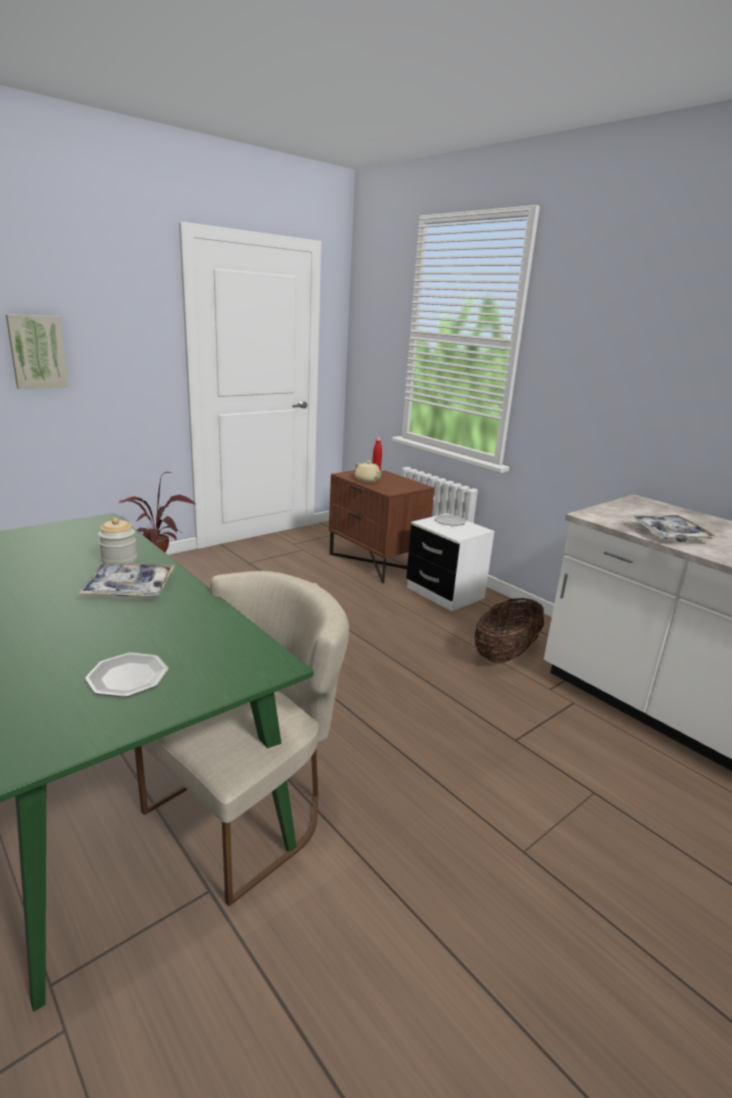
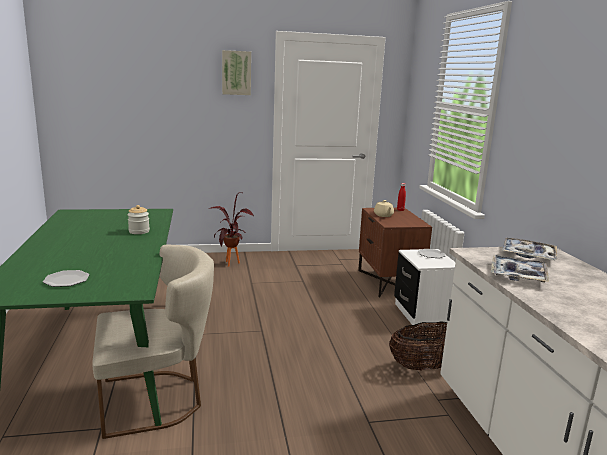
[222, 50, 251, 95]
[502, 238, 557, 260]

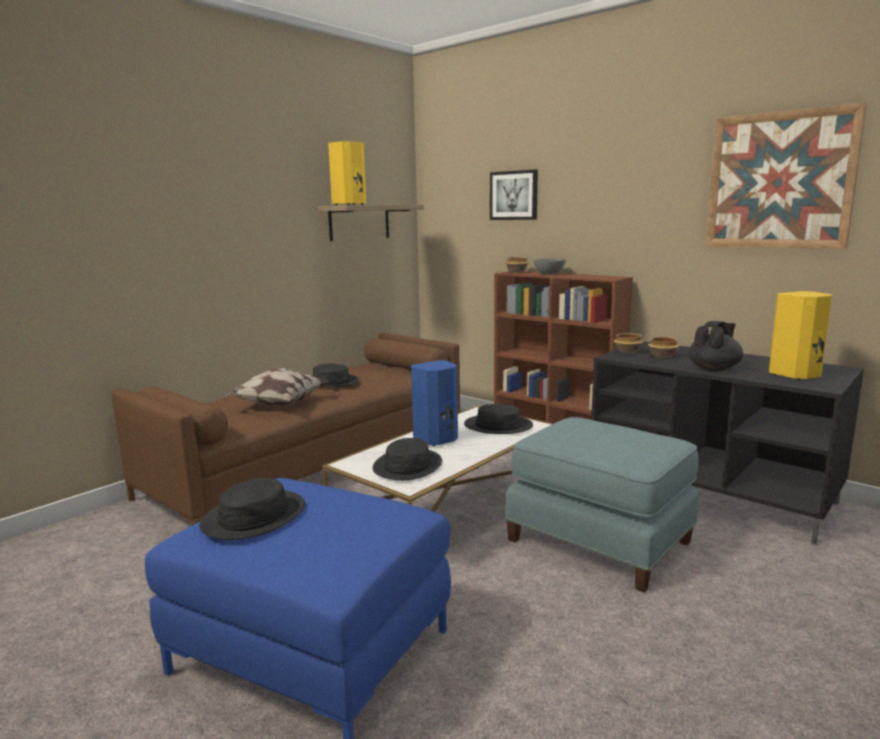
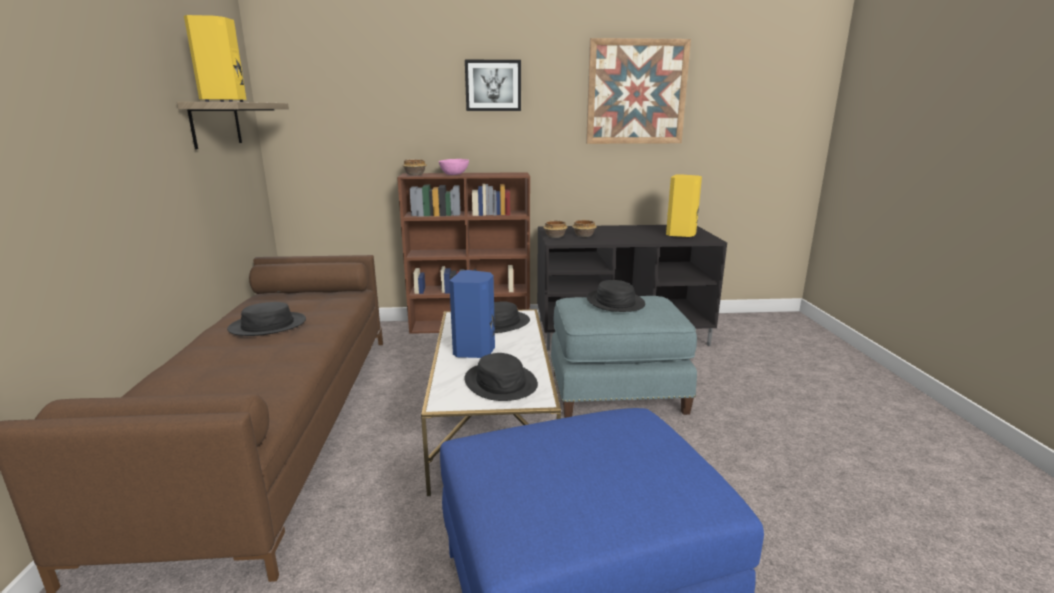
[465, 60, 521, 111]
[439, 159, 469, 175]
[688, 321, 743, 371] (first image)
[221, 368, 328, 406] (first image)
[587, 280, 645, 312]

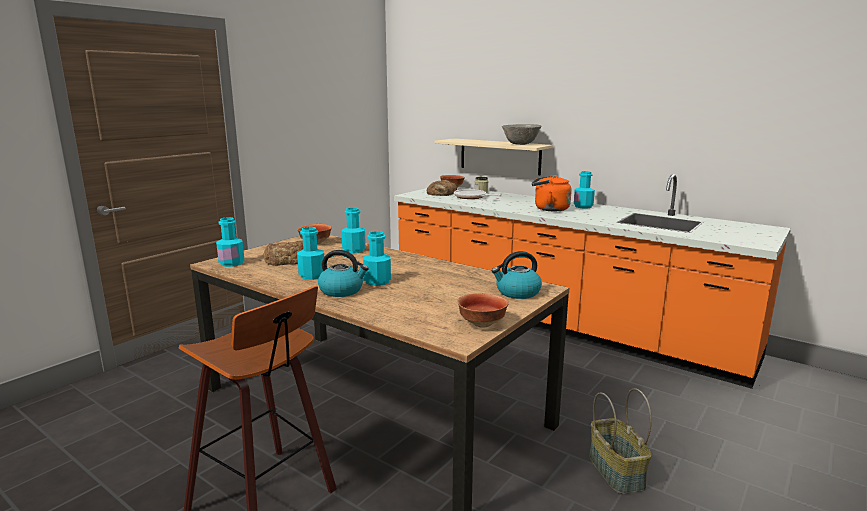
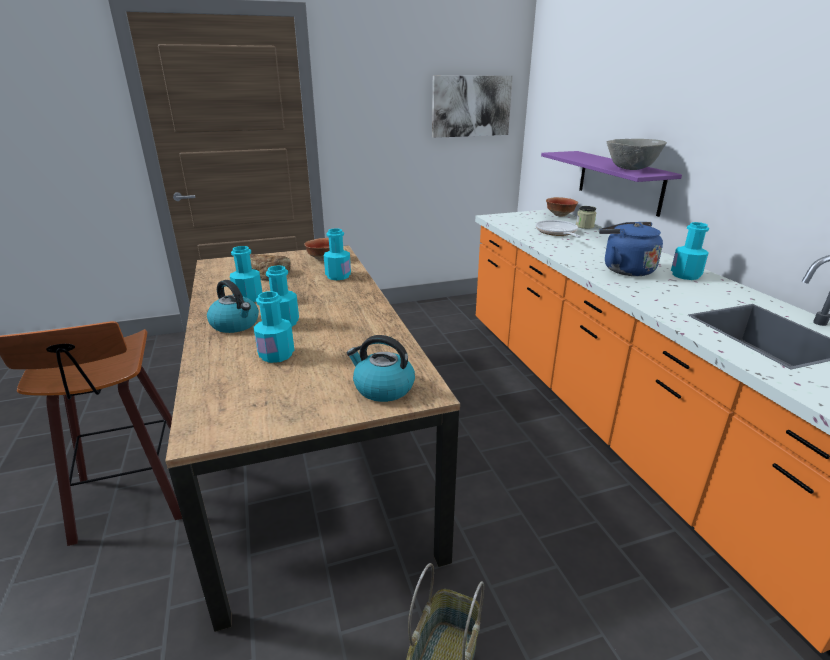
[541, 151, 682, 217]
[599, 222, 663, 276]
[427, 180, 457, 196] (first image)
[254, 291, 294, 363]
[457, 293, 509, 328] (first image)
[432, 76, 513, 138]

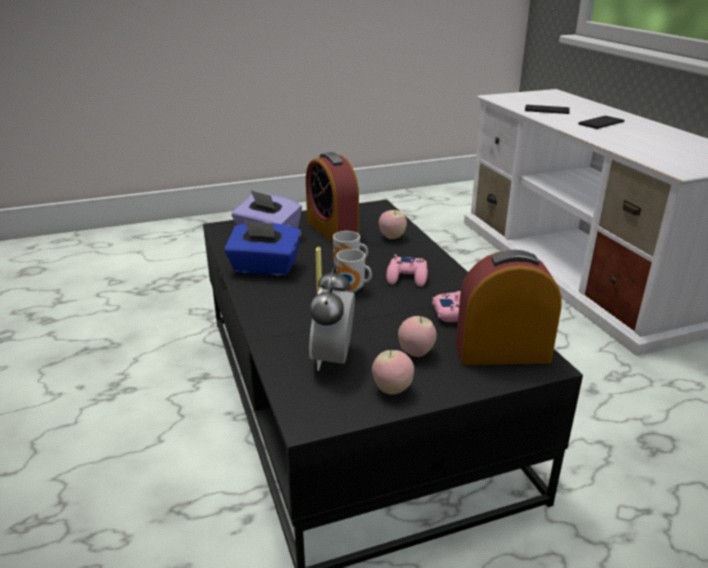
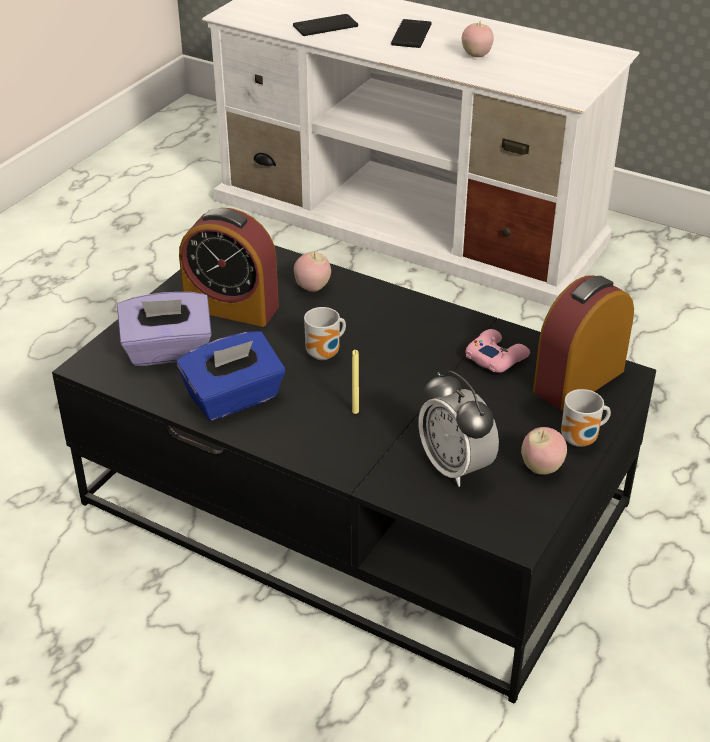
[561, 389, 611, 447]
[386, 254, 428, 287] (first image)
[462, 21, 494, 57]

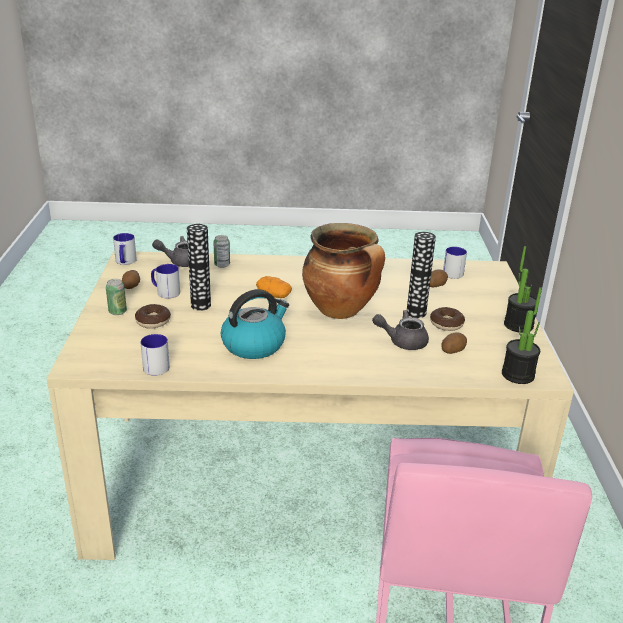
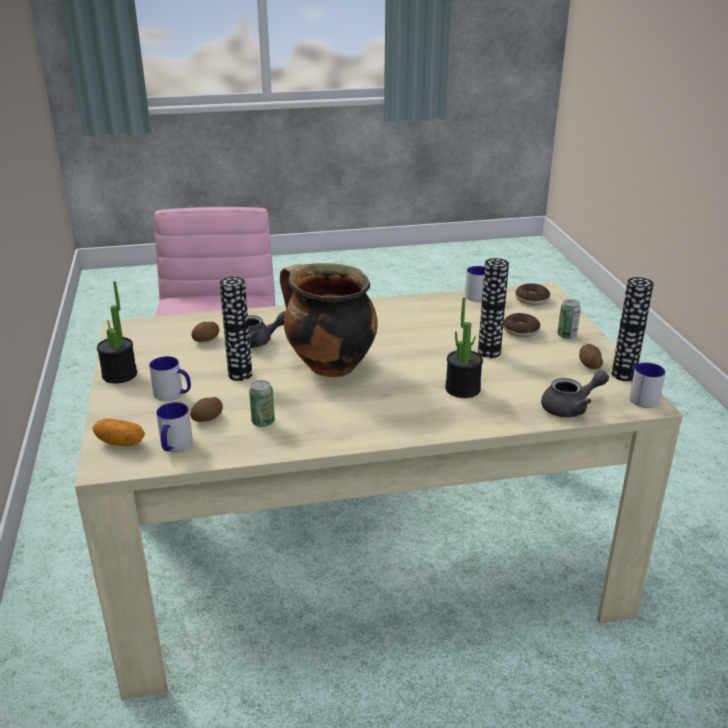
[249, 380, 275, 427]
[149, 356, 191, 401]
[92, 418, 145, 446]
[445, 297, 483, 398]
[221, 289, 289, 359] (first image)
[515, 283, 550, 306]
[612, 277, 654, 381]

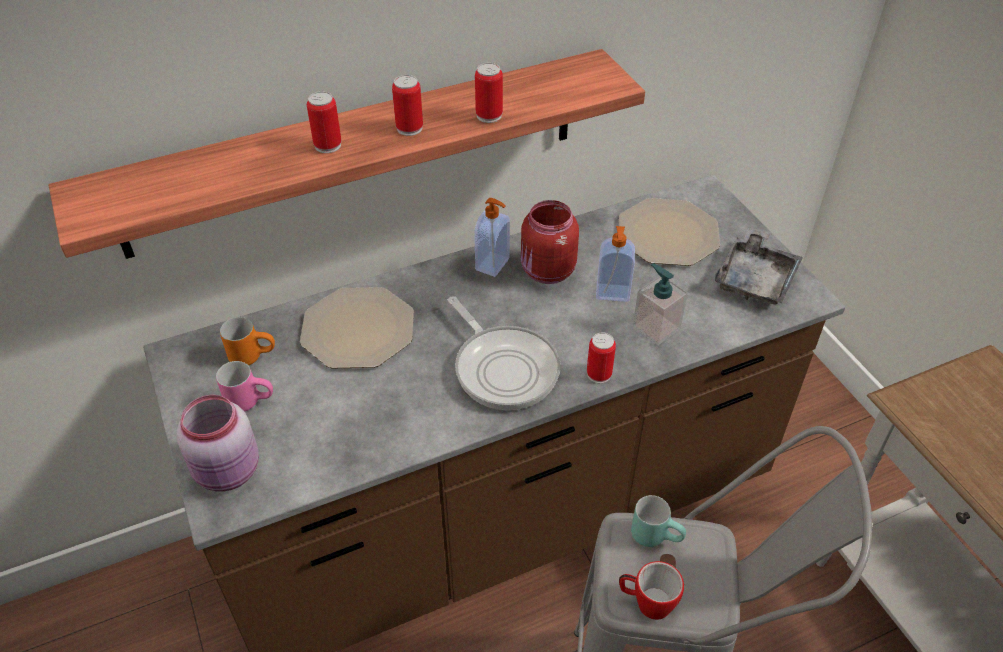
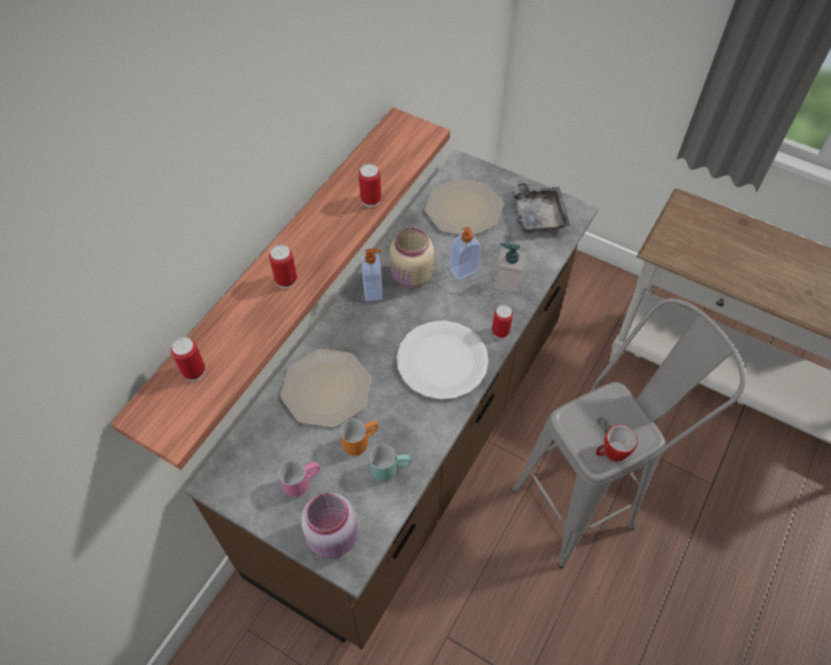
[171, 337, 205, 381]
[390, 228, 434, 288]
[396, 321, 488, 400]
[340, 419, 378, 456]
[369, 445, 411, 481]

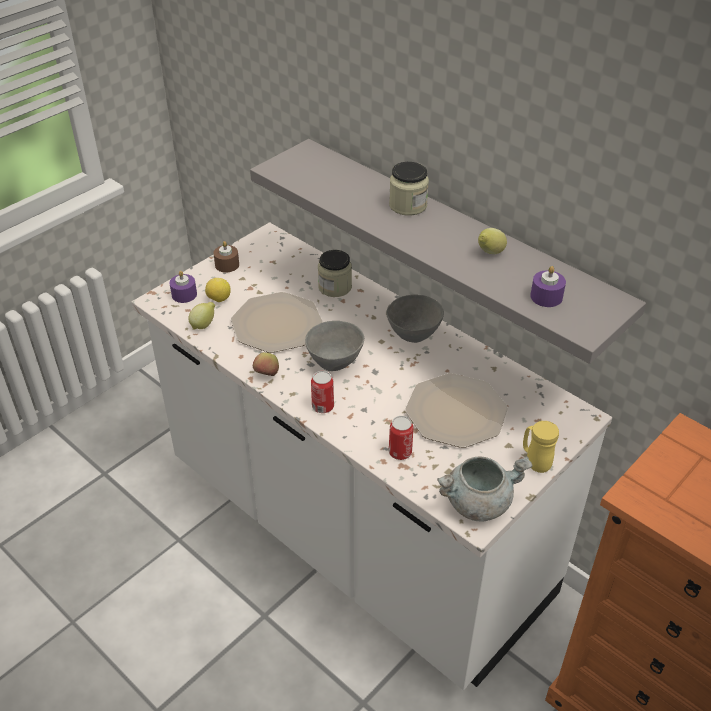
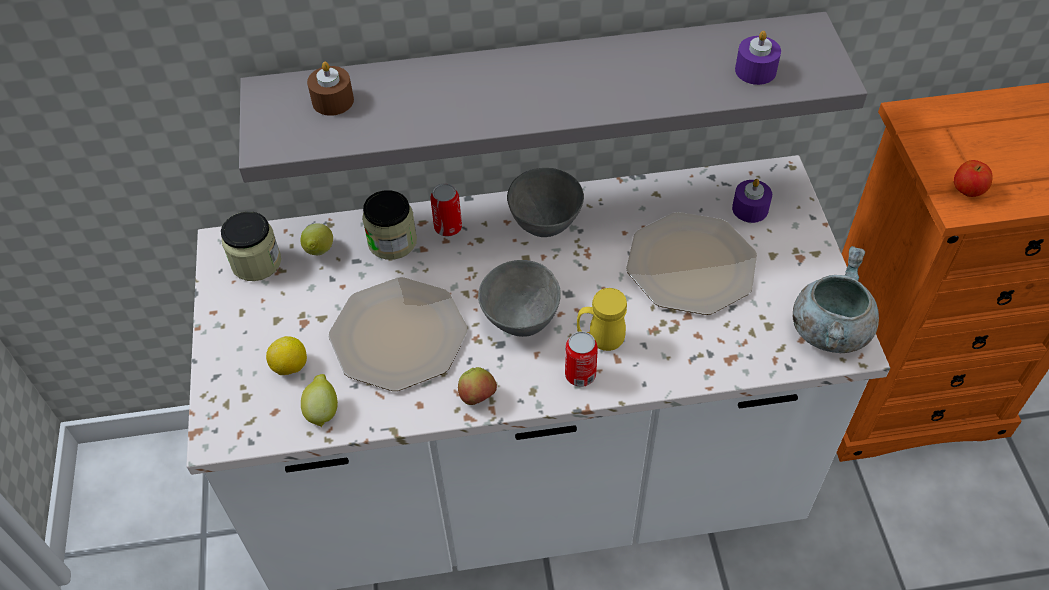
[221, 212, 281, 281]
[301, 224, 333, 255]
[307, 62, 354, 116]
[732, 179, 772, 223]
[431, 183, 462, 236]
[577, 288, 627, 351]
[954, 160, 993, 197]

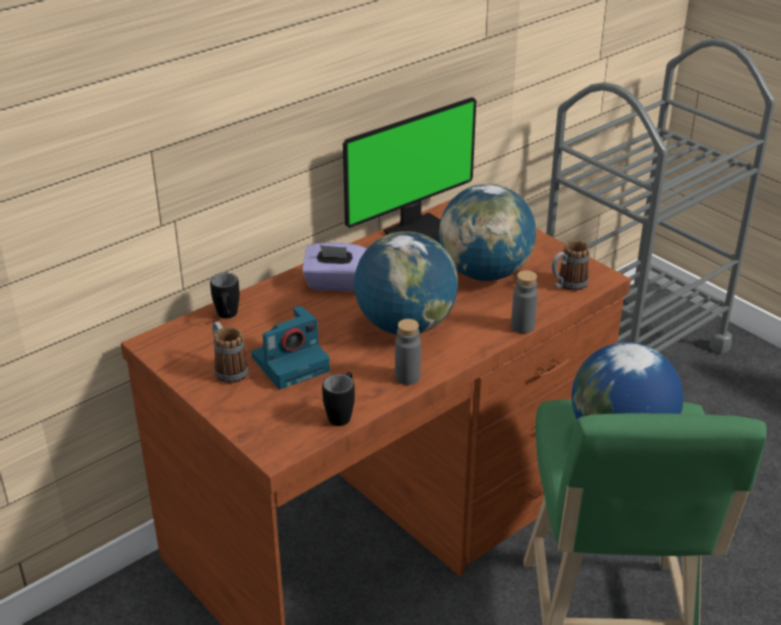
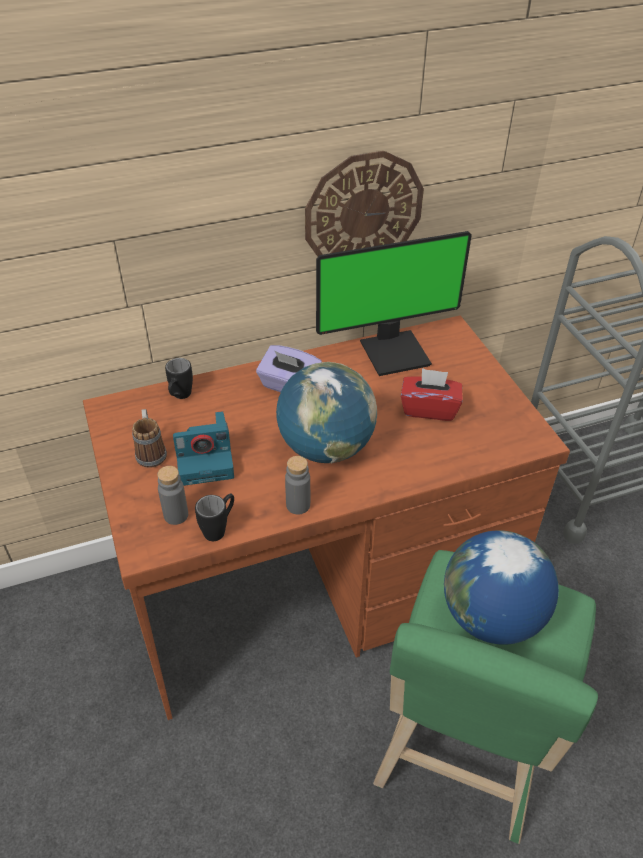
[401, 368, 463, 421]
[552, 240, 590, 291] (first image)
[157, 466, 188, 525]
[305, 151, 424, 257]

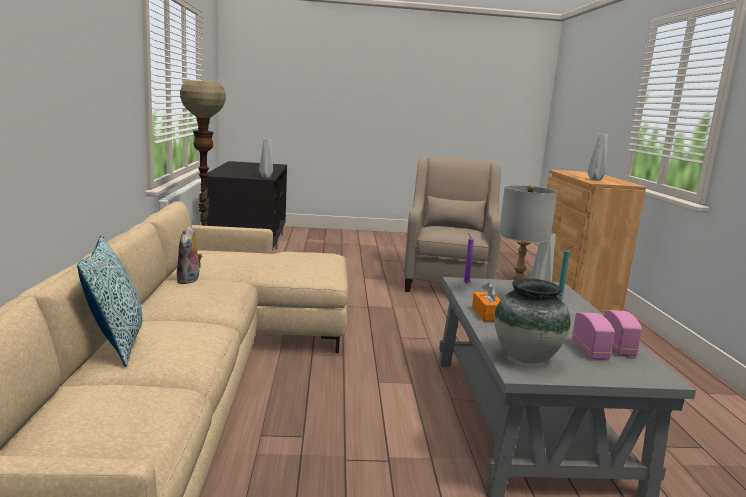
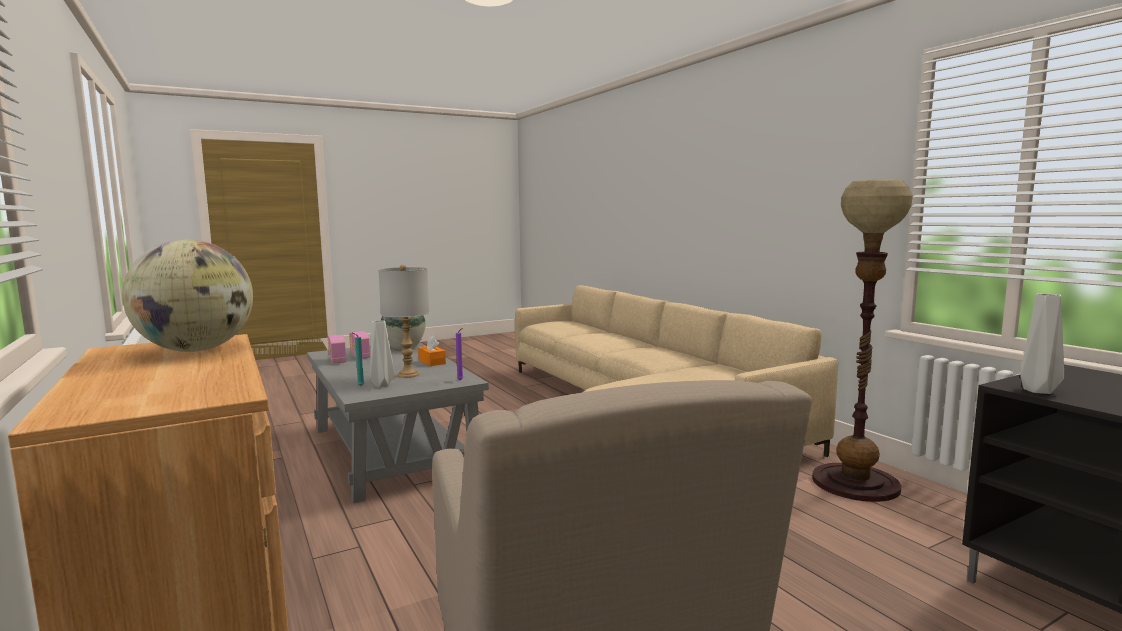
[122, 239, 253, 352]
[177, 226, 203, 284] (first image)
[77, 234, 143, 367] (first image)

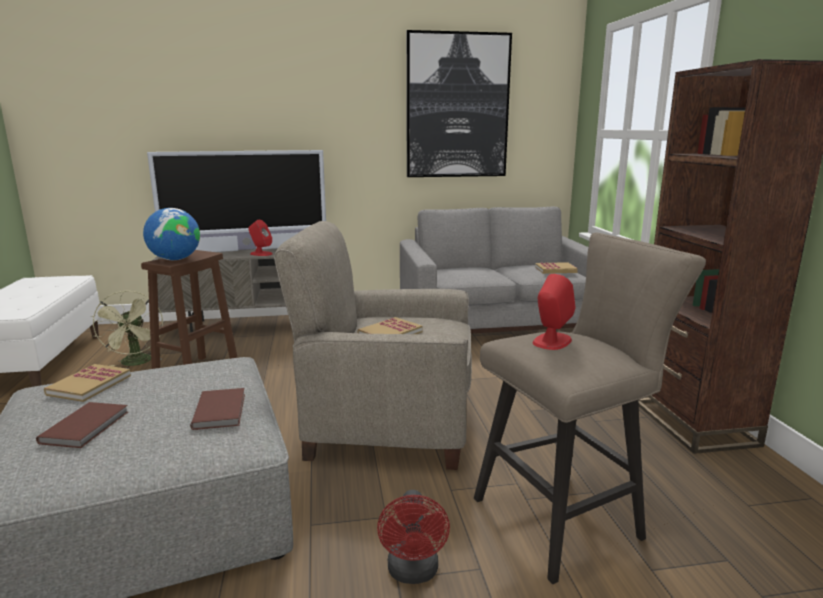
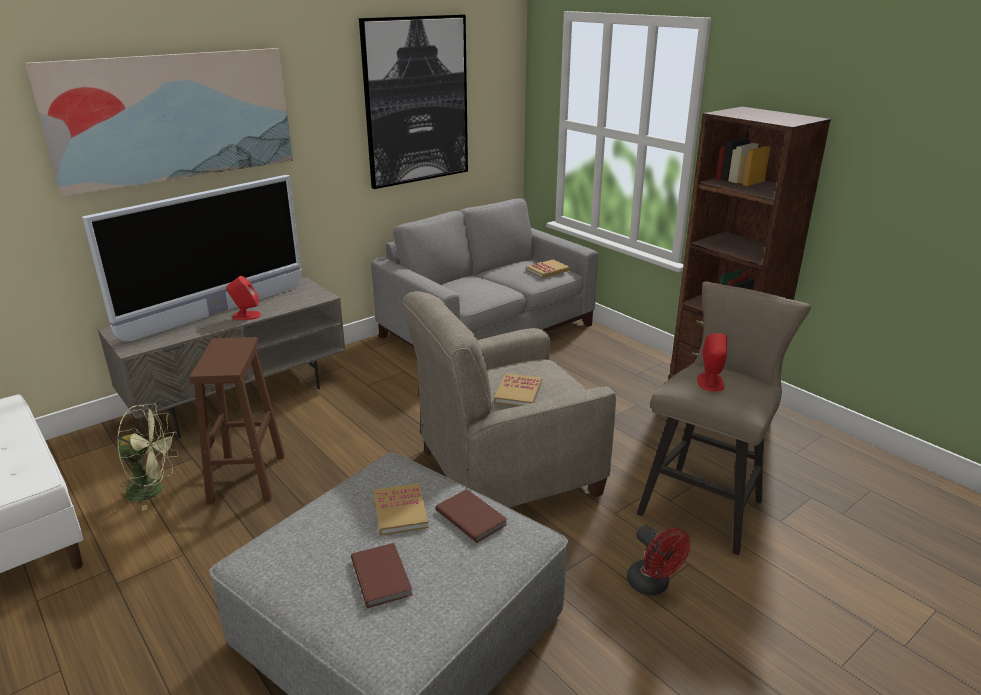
[143, 208, 200, 260] (first image)
[116, 404, 179, 511]
[374, 483, 429, 535]
[25, 48, 293, 196]

